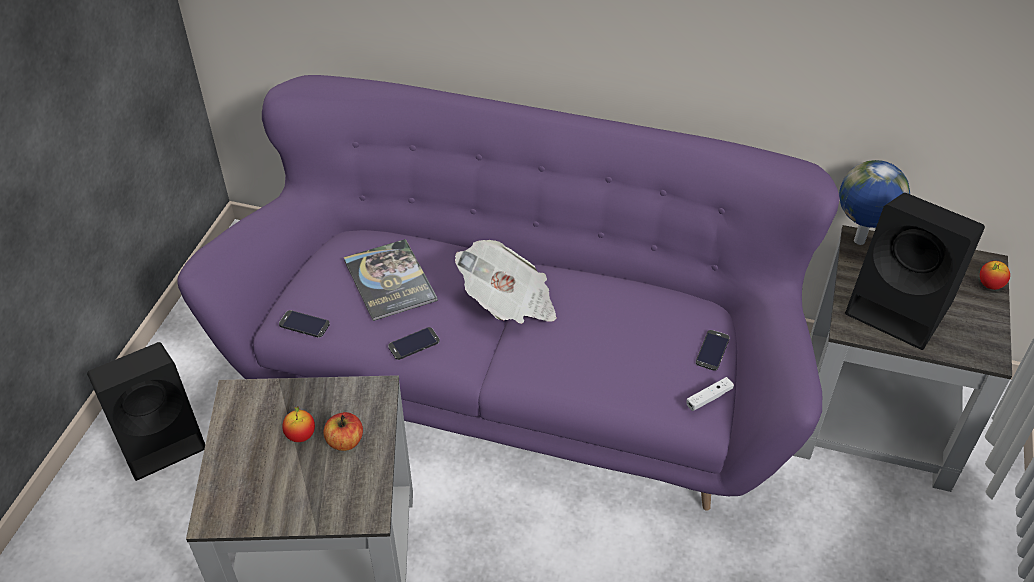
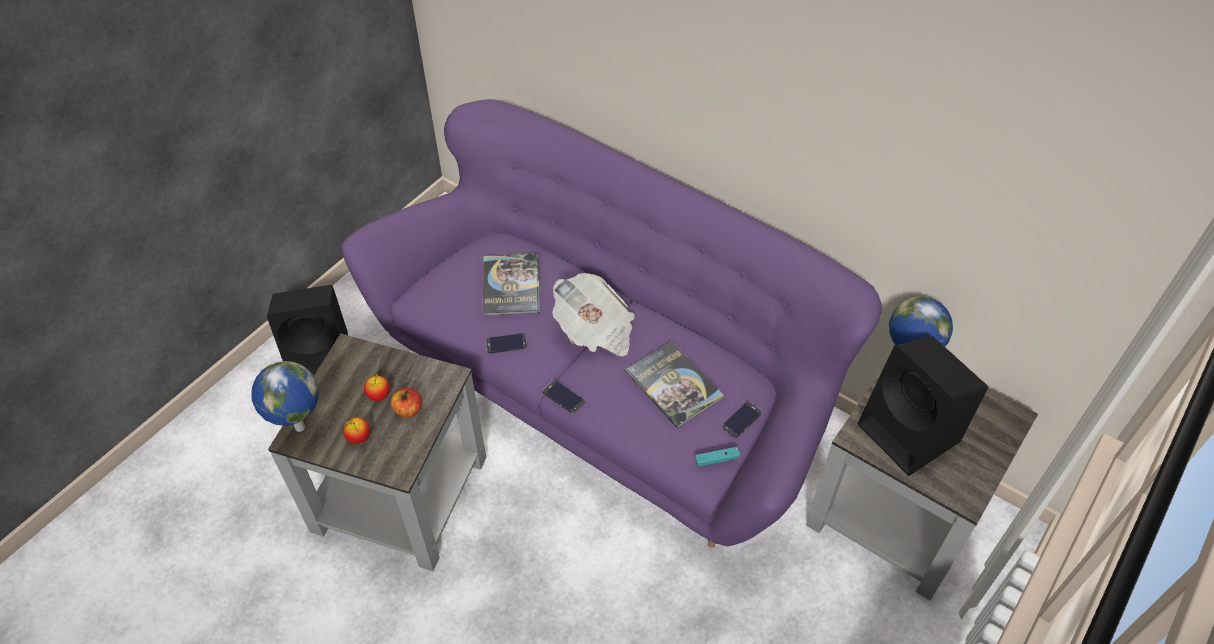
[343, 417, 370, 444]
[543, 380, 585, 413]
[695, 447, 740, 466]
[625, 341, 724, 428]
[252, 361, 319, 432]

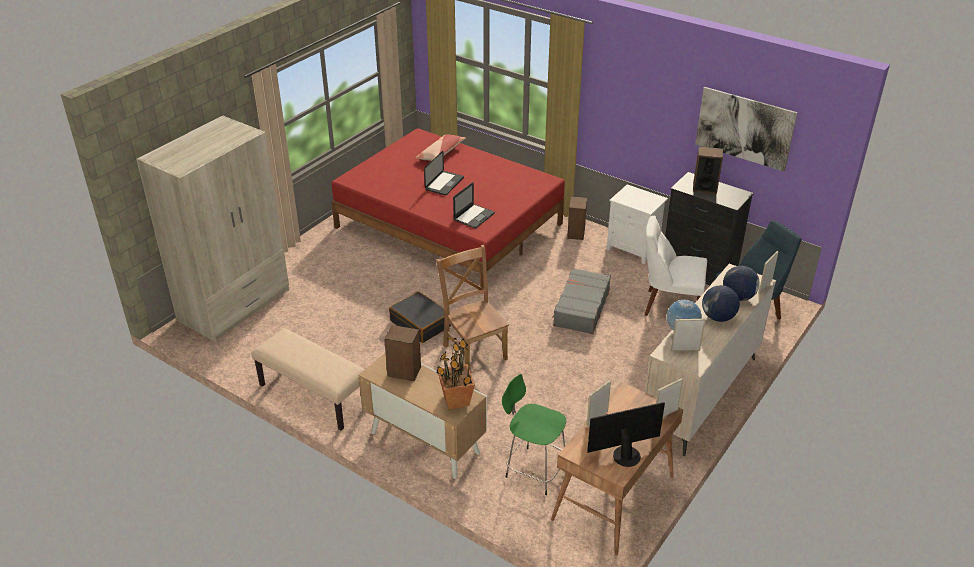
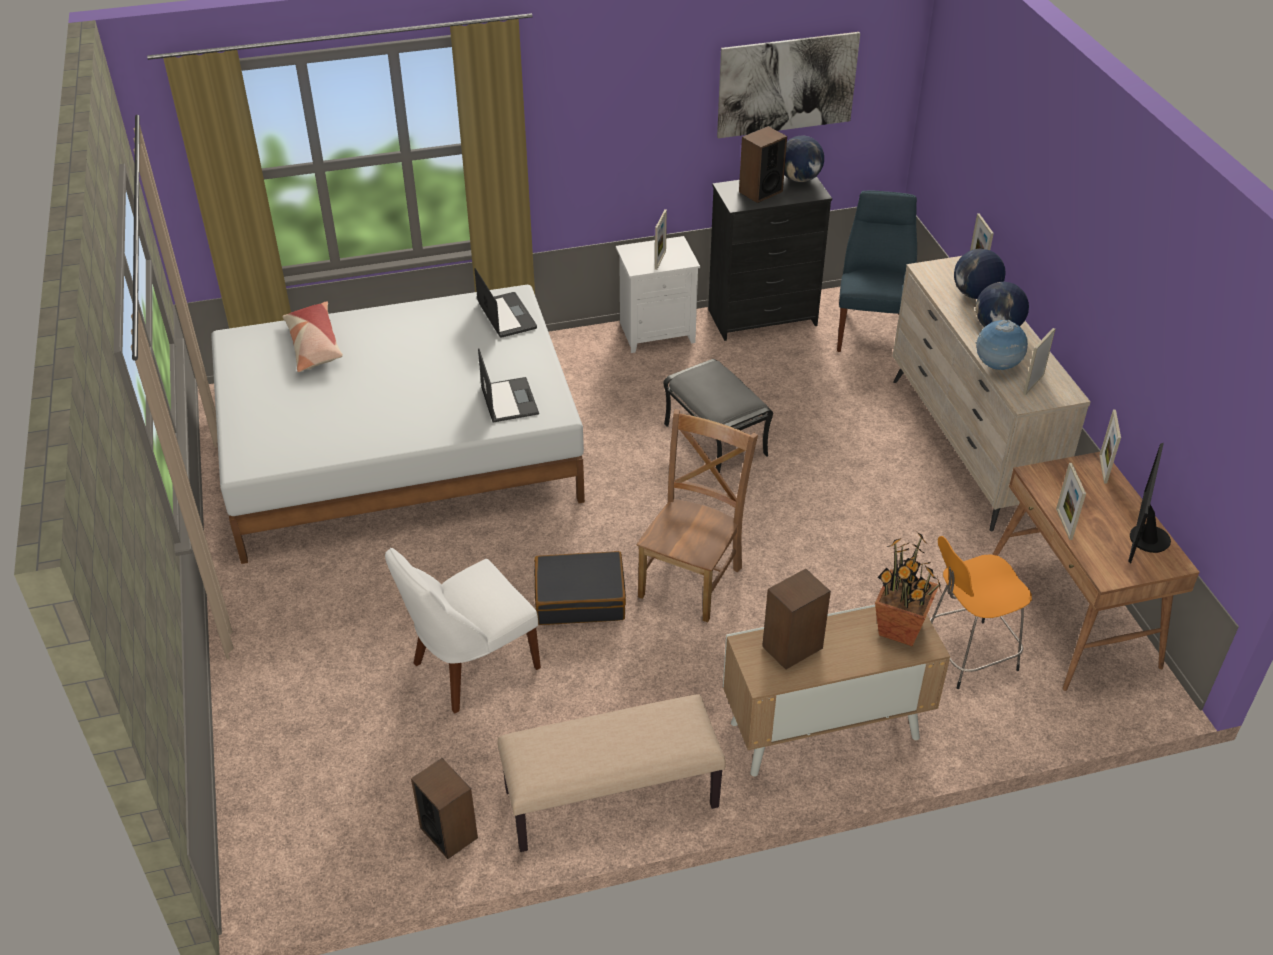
[136, 115, 289, 342] (first image)
[211, 285, 585, 564]
[474, 268, 537, 338]
[411, 758, 478, 859]
[385, 548, 541, 713]
[637, 409, 758, 622]
[663, 359, 773, 473]
[930, 536, 1032, 689]
[784, 136, 824, 182]
[655, 209, 667, 270]

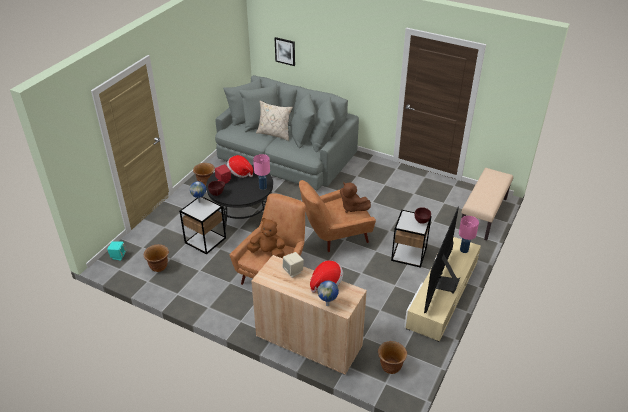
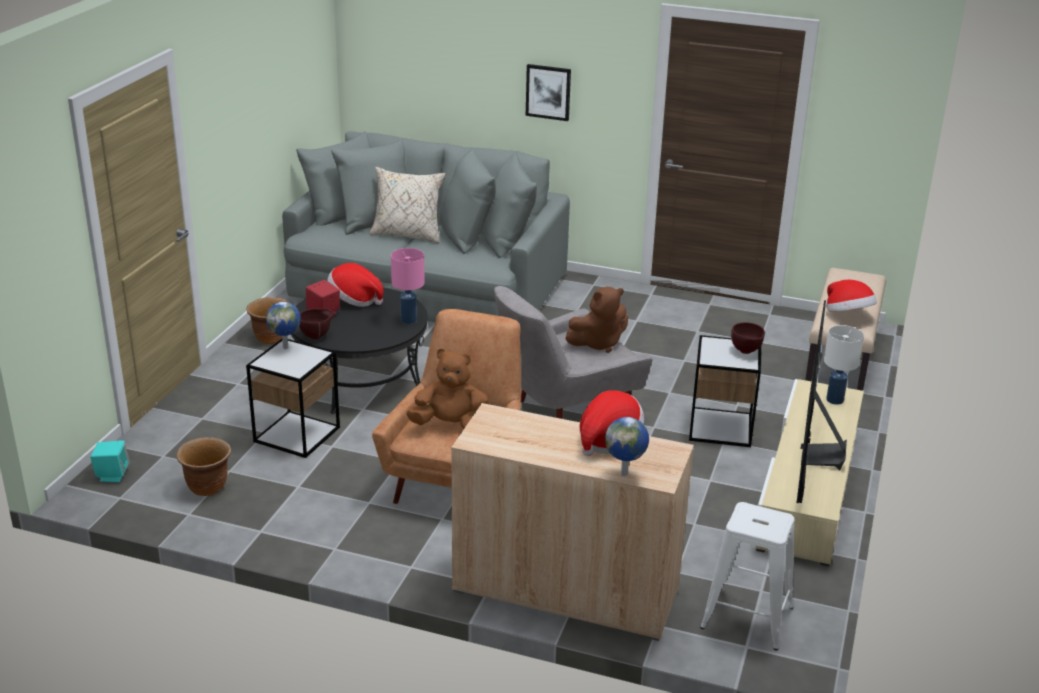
[526, 64, 571, 121]
[494, 286, 652, 419]
[565, 287, 628, 353]
[824, 325, 864, 405]
[283, 252, 304, 278] (first image)
[700, 502, 795, 650]
[827, 280, 877, 312]

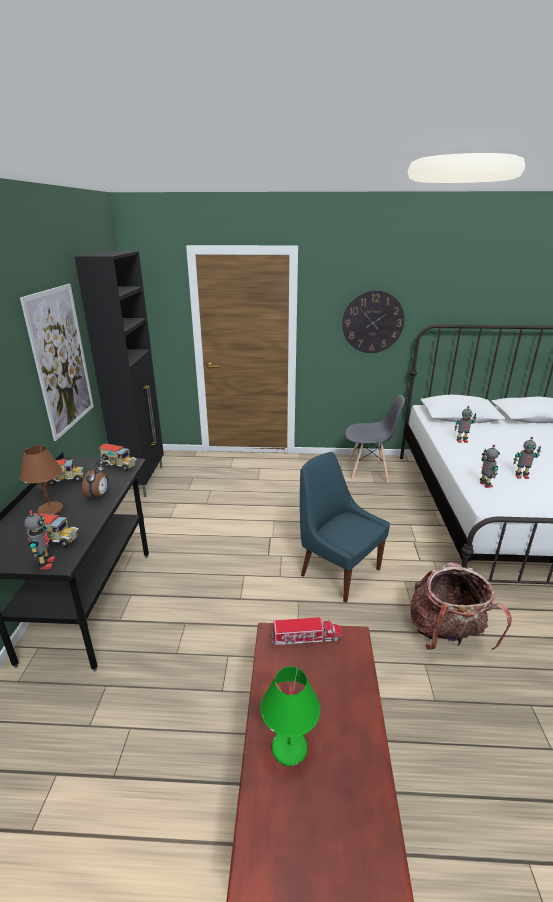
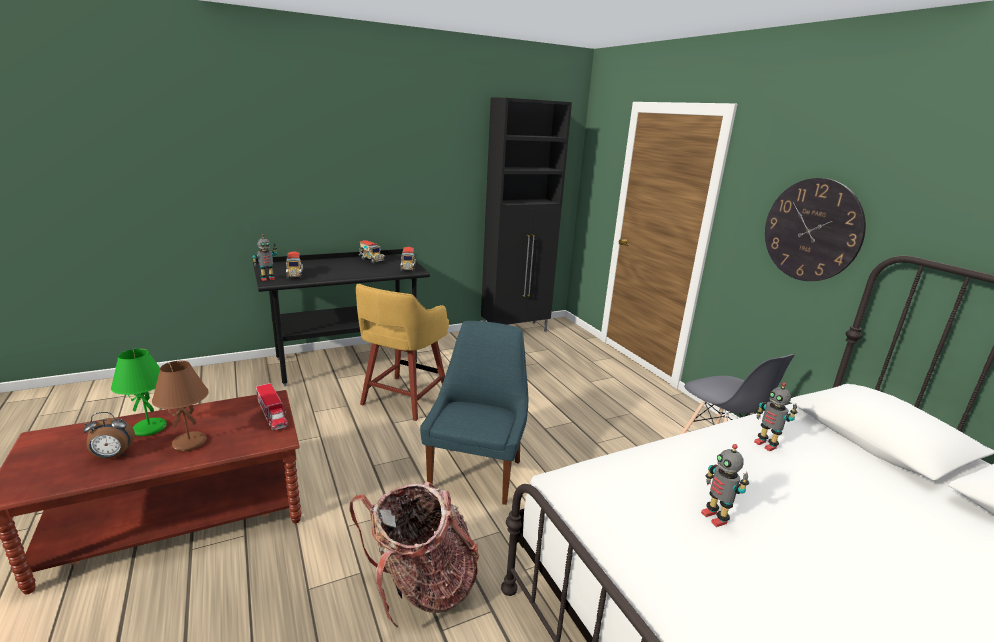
[20, 284, 94, 441] (first image)
[152, 361, 209, 451]
[480, 445, 500, 488] (first image)
[83, 412, 135, 459]
[356, 284, 449, 421]

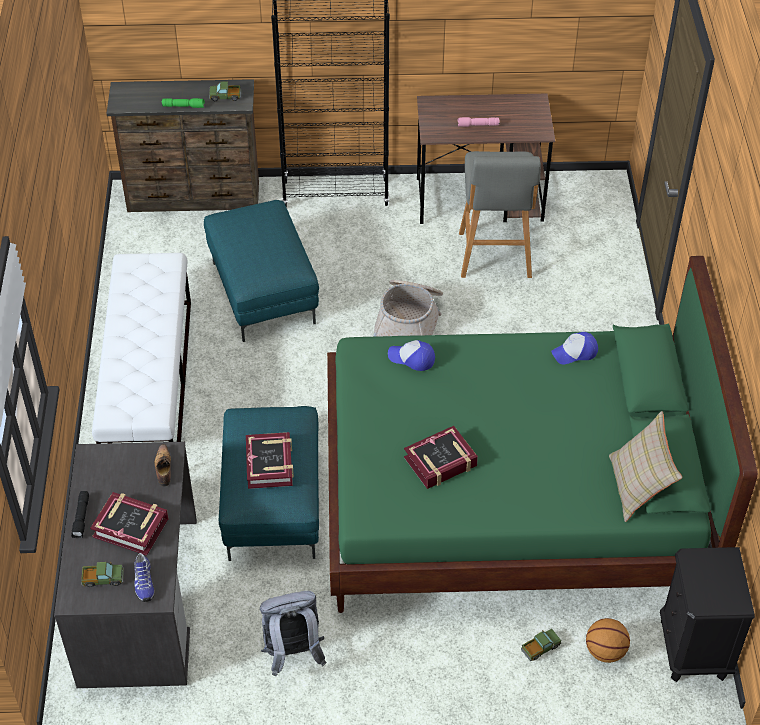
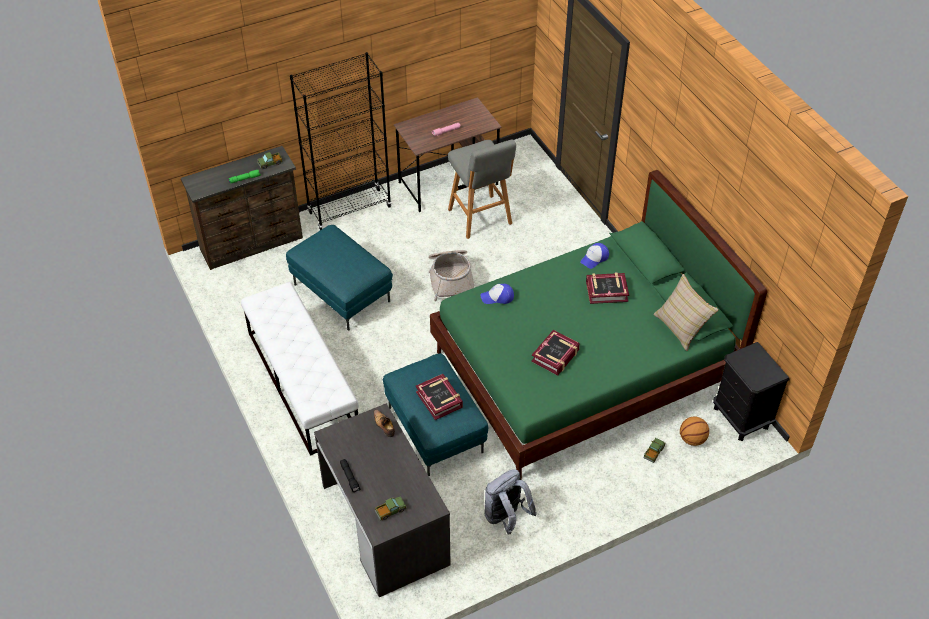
[586, 272, 629, 304]
[134, 553, 154, 602] (first image)

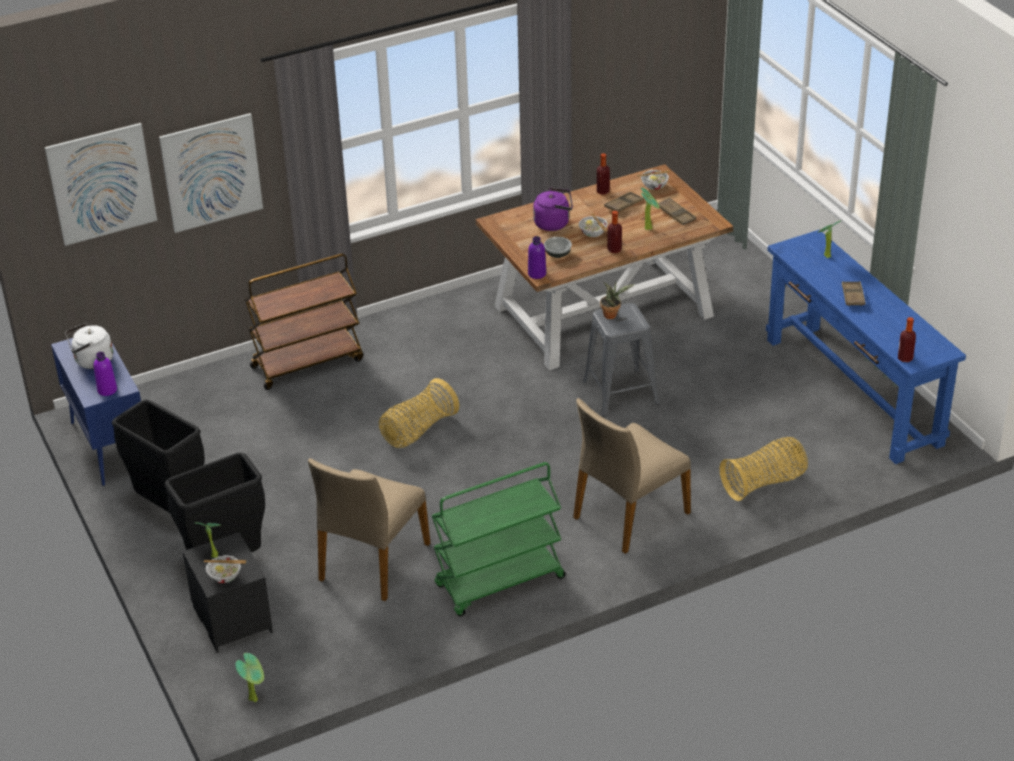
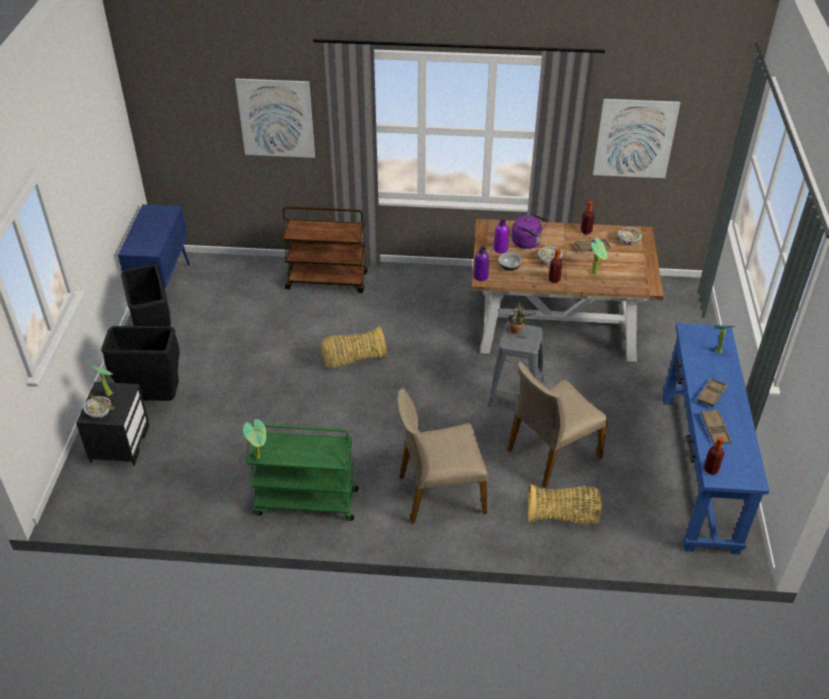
[593, 99, 680, 178]
[701, 409, 732, 445]
[66, 323, 113, 369] (first image)
[493, 219, 509, 253]
[507, 361, 608, 488]
[243, 419, 266, 459]

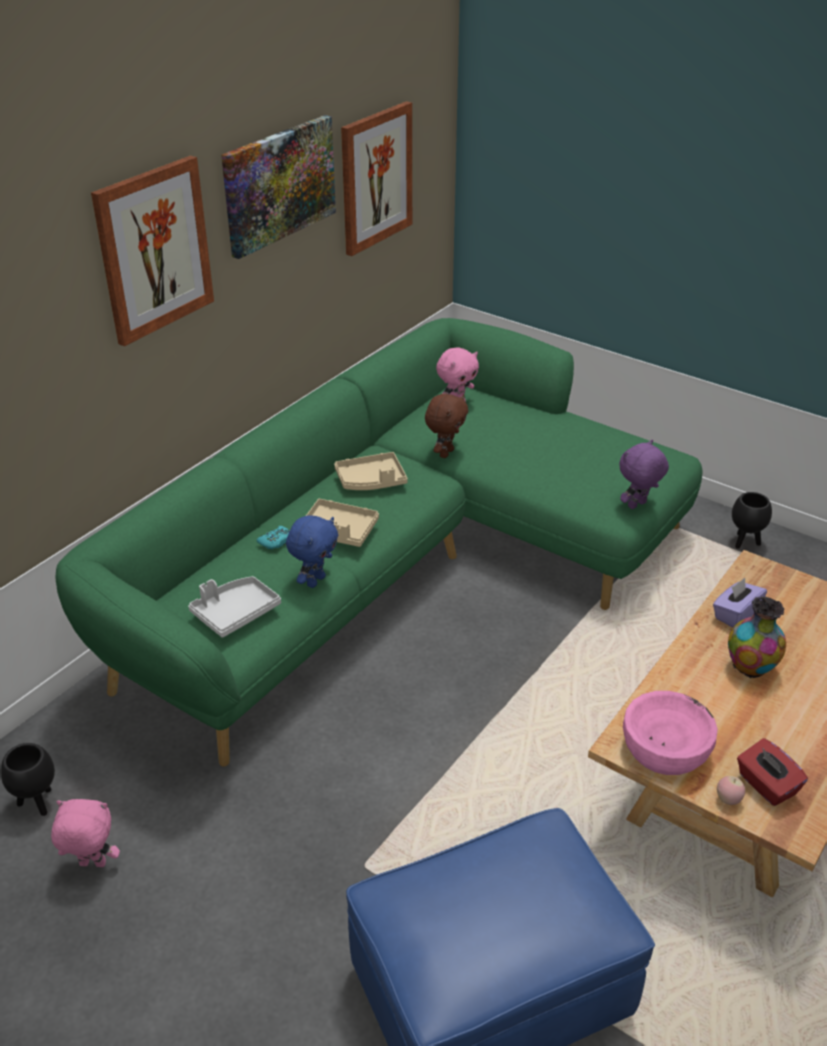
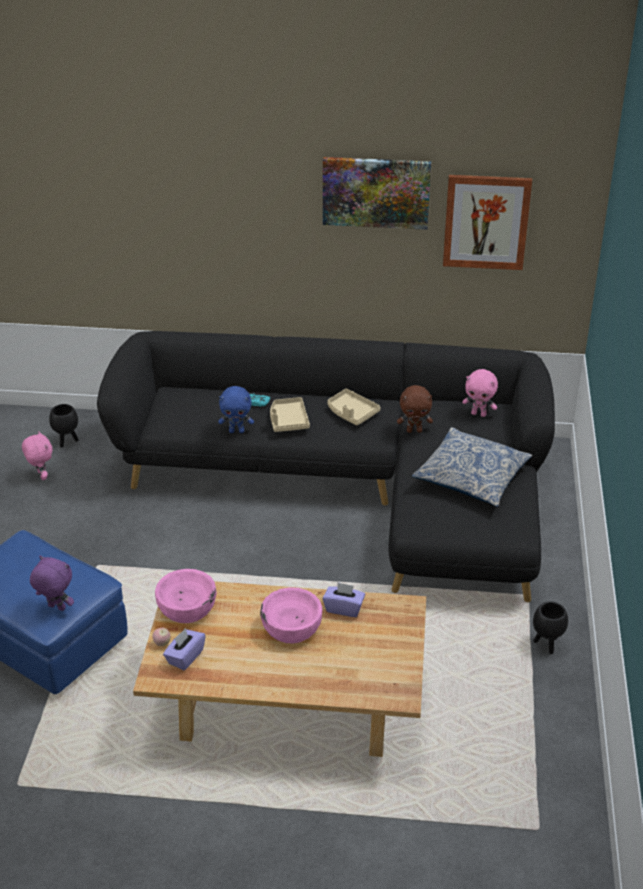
[91, 155, 214, 346] (first image)
[97, 331, 555, 602]
[30, 555, 74, 611]
[188, 576, 281, 638] (first image)
[260, 587, 322, 644]
[163, 628, 205, 670]
[412, 427, 532, 507]

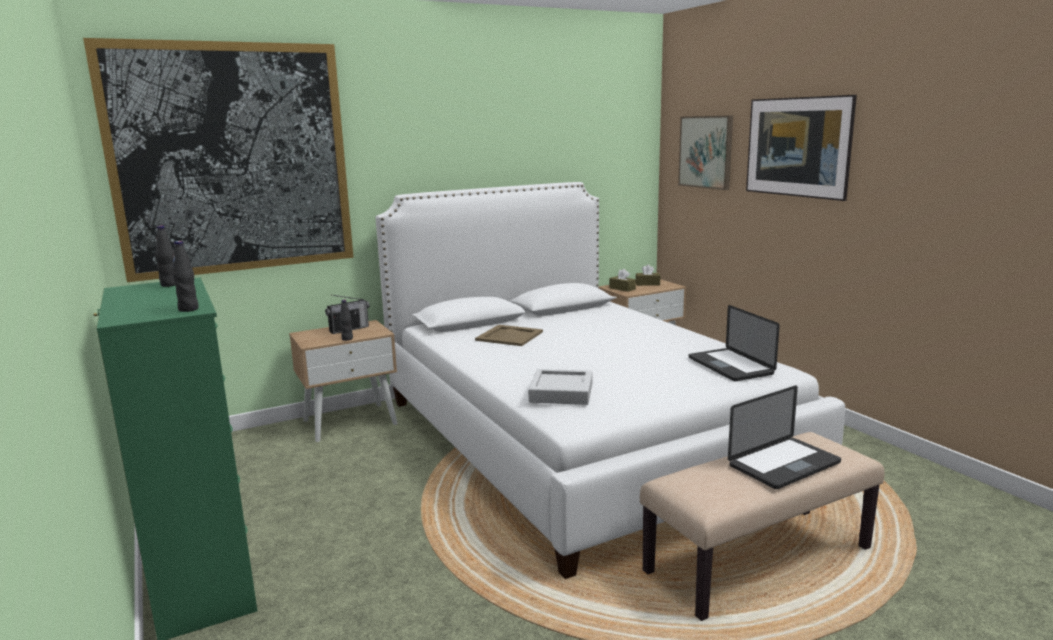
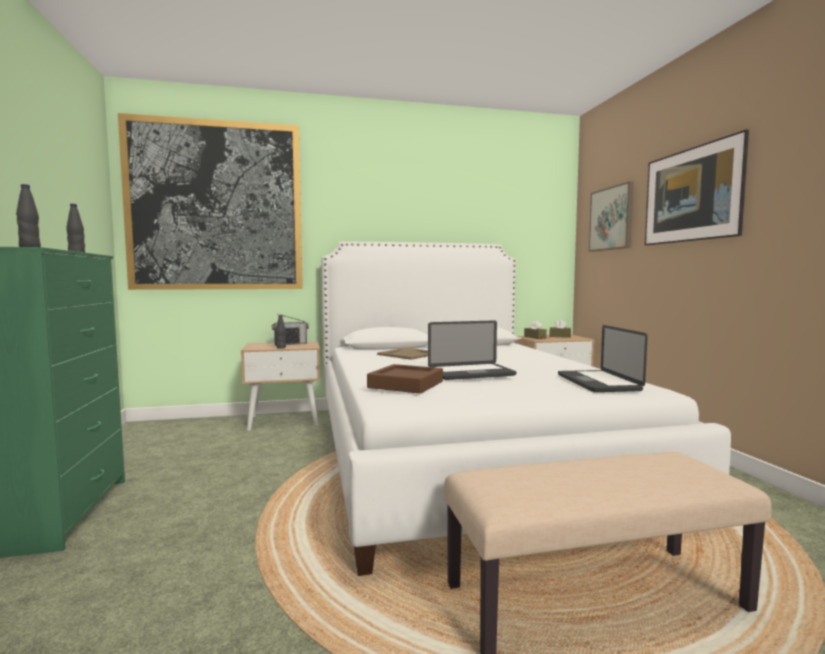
[367, 364, 443, 394]
[428, 320, 516, 380]

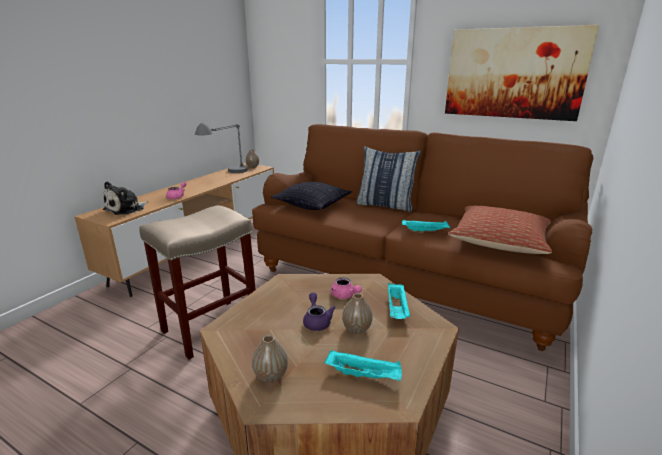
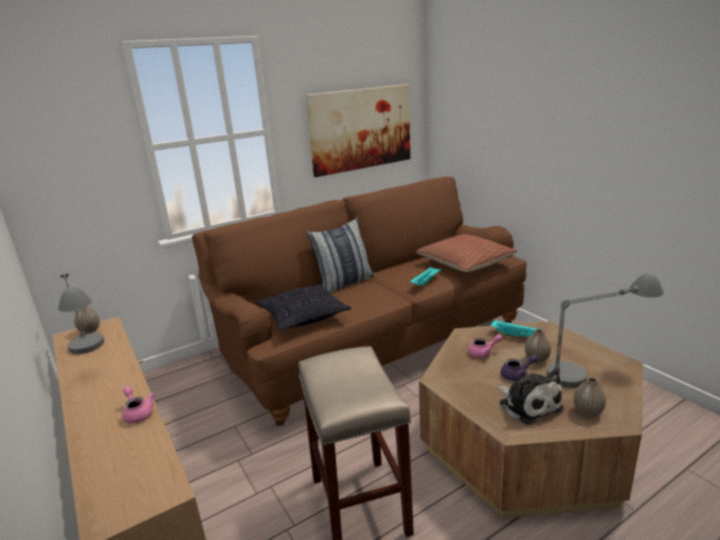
[498, 370, 564, 425]
[501, 355, 538, 381]
[547, 273, 664, 388]

